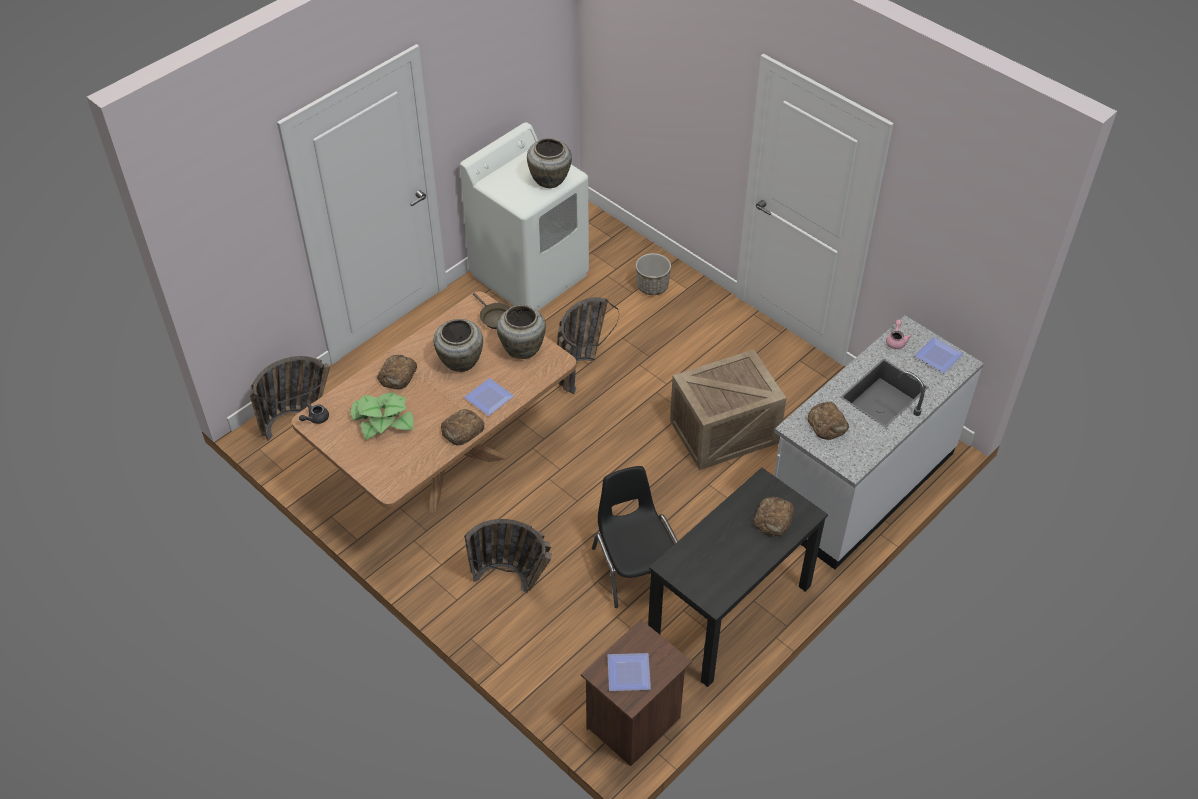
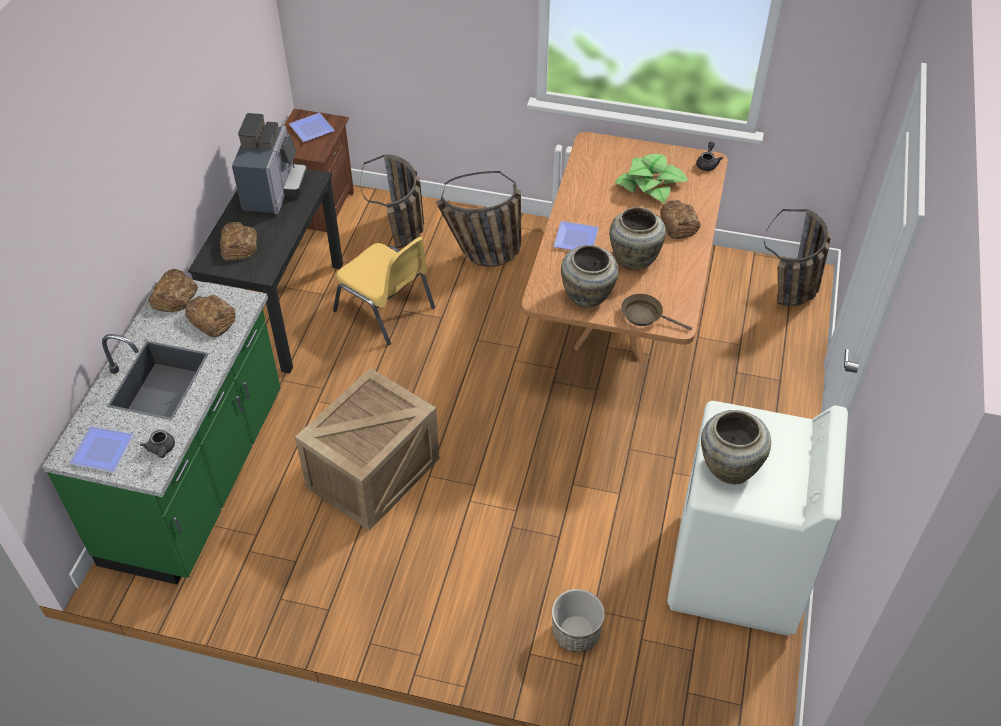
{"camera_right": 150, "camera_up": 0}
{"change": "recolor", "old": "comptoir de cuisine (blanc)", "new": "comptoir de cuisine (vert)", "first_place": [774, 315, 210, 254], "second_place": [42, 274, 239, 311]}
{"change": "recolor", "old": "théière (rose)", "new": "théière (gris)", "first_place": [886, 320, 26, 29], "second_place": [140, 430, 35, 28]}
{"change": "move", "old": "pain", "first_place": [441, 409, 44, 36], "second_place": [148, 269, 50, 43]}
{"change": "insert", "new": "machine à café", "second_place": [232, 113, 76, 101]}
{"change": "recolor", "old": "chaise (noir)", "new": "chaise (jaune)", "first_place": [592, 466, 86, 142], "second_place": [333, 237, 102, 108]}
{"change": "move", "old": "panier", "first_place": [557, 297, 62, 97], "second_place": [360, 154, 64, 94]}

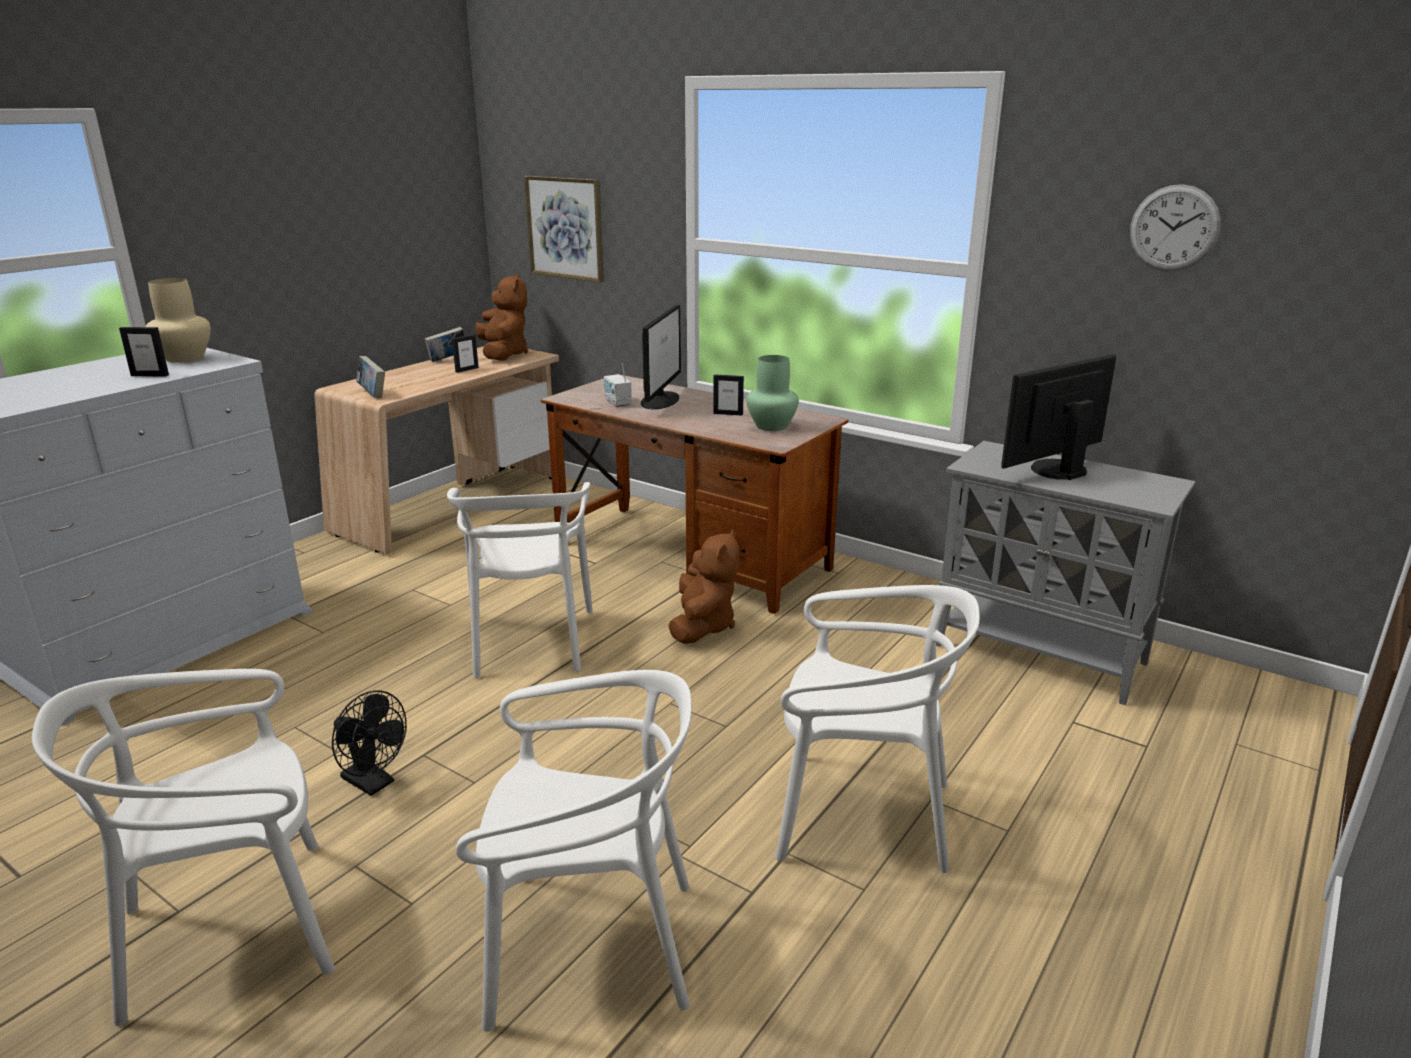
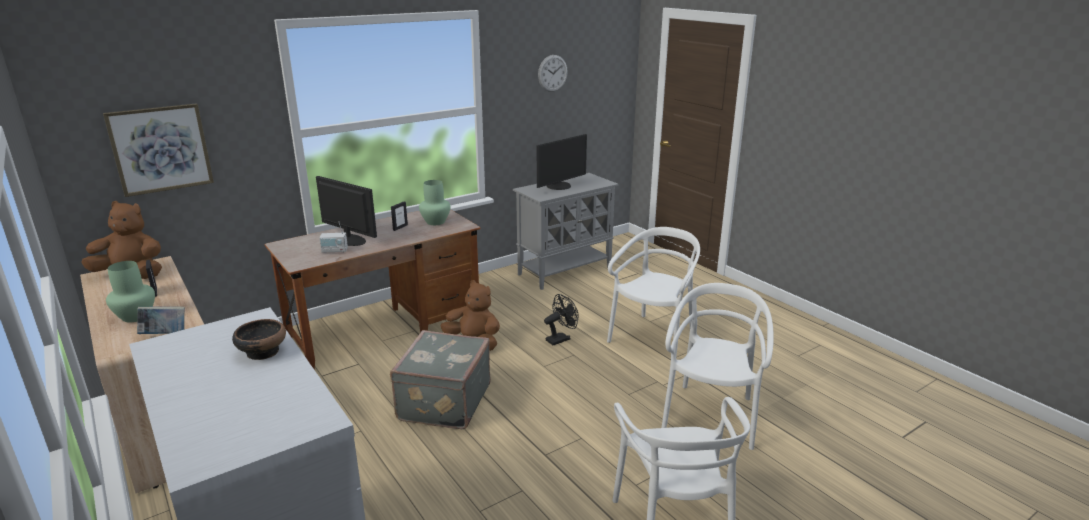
{"camera_right": -70, "camera_up": 0}
{"change": "insert", "new": "vase (vert)", "second_place": [106, 261, 49, 61]}
{"change": "replace", "old": "cadre photo", "new": "bol", "first_place": [119, 327, 50, 49], "second_place": [232, 319, 54, 41]}
{"change": "replace", "old": "chaise (blanc)", "new": "valise (gris)", "first_place": [447, 482, 146, 196], "second_place": [390, 330, 101, 99]}
{"change": "rotate", "old": "écran d'ordinateur", "first_place": [1001, 354, 115, 126], "second_place": [537, 134, 50, 56], "degrees": -120}
{"change": "move", "old": "ventilateur (noir)", "first_place": [332, 691, 75, 105], "second_place": [544, 294, 35, 51]}
{"change": "delete", "old": "vase (beige)", "first_place": [146, 278, 65, 85]}
{"change": "delete", "old": "livre", "first_place": [424, 327, 40, 35]}

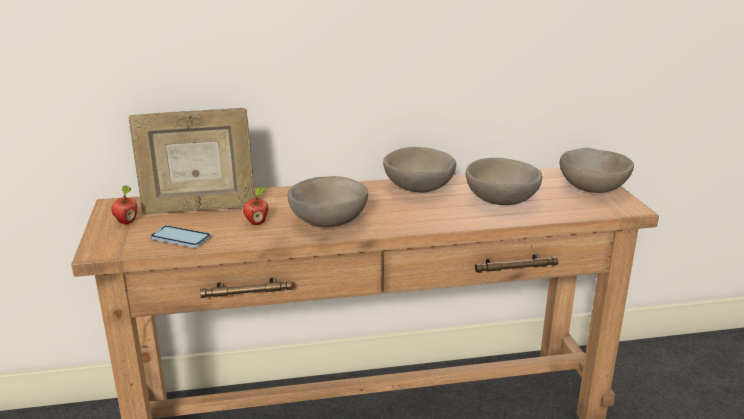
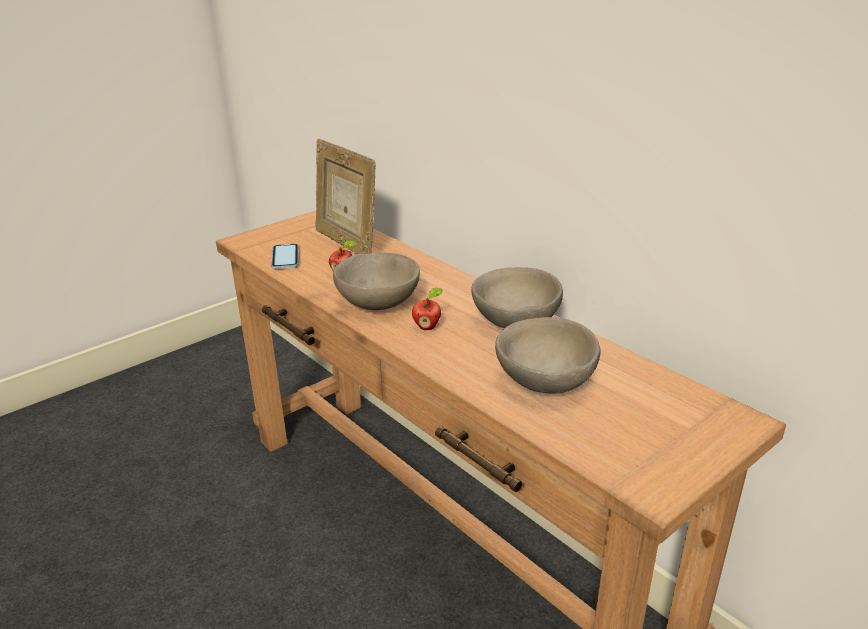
{"camera_right": 60, "camera_up": 5}
{"change": "move", "old": "pomme", "first_place": [112, 185, 25, 39], "second_place": [412, 288, 30, 42]}
{"change": "delete", "old": "bol (beige)", "first_place": [560, 148, 74, 45]}

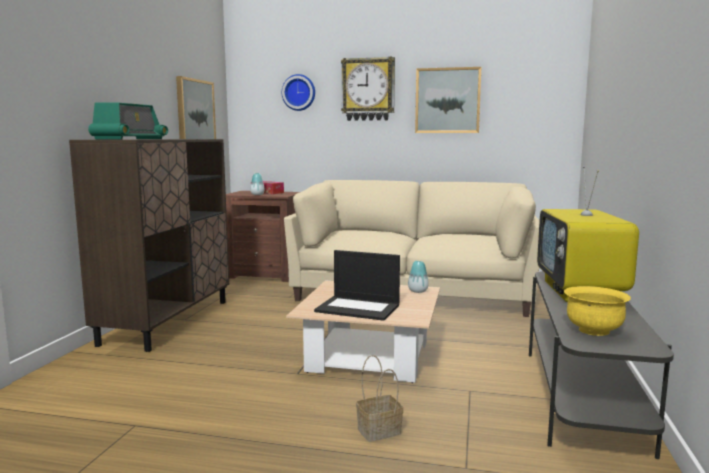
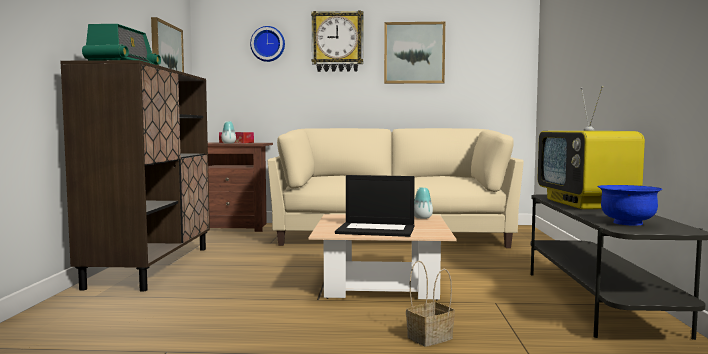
{"camera_right": -10, "camera_up": -5}
{"change": "recolor", "old": "bol (jaune)", "new": "bol (bleu)", "first_place": [564, 286, 67, 50], "second_place": [598, 185, 64, 40]}

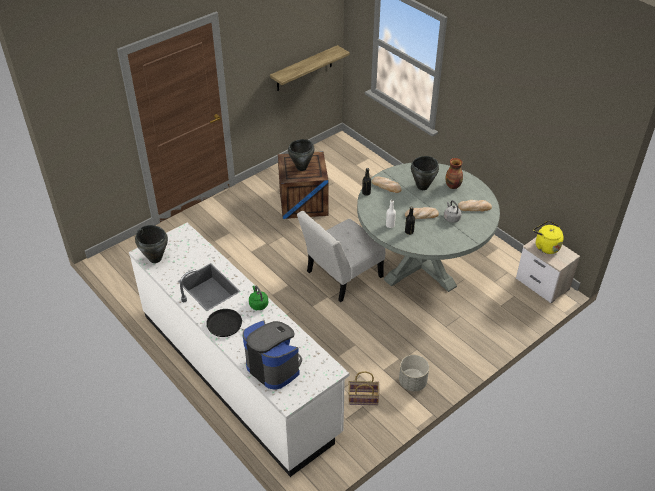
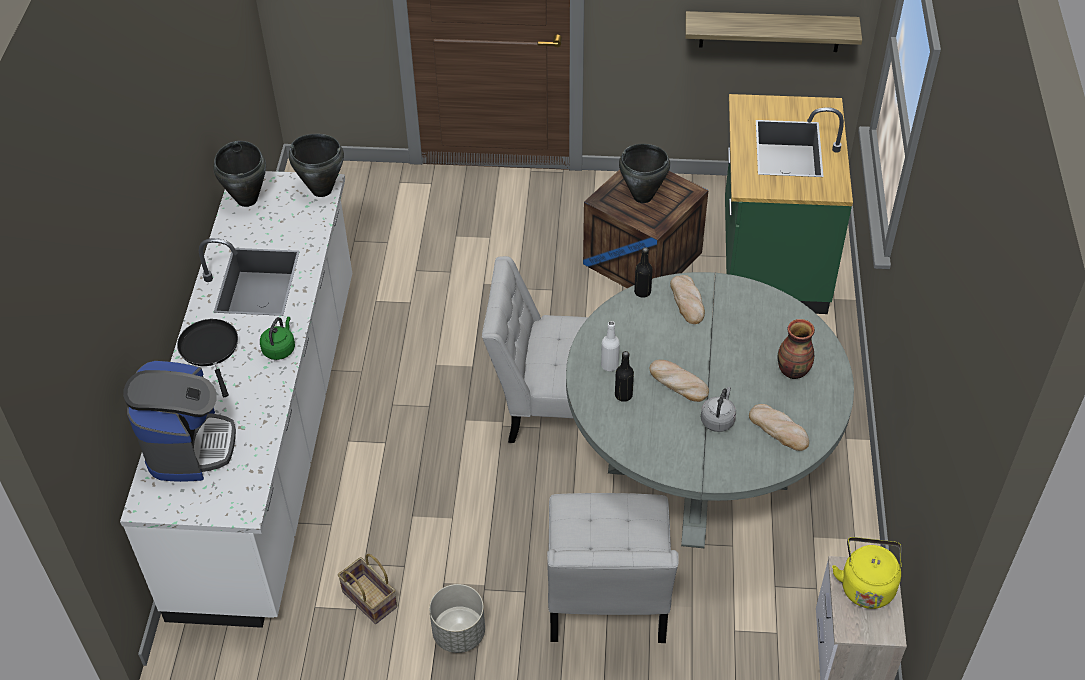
{"camera_right": 45, "camera_up": 5}
{"change": "move", "old": "marmite (noir)", "first_place": [411, 156, 28, 34], "second_place": [289, 134, 55, 63]}
{"change": "insert", "new": "chaise (blanc)", "second_place": [547, 493, 132, 150]}
{"change": "insert", "new": "comptoir de cuisine (vert)", "second_place": [725, 94, 128, 220]}

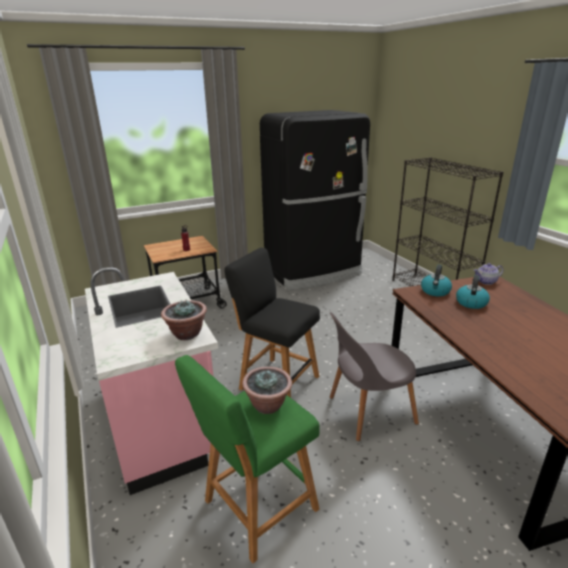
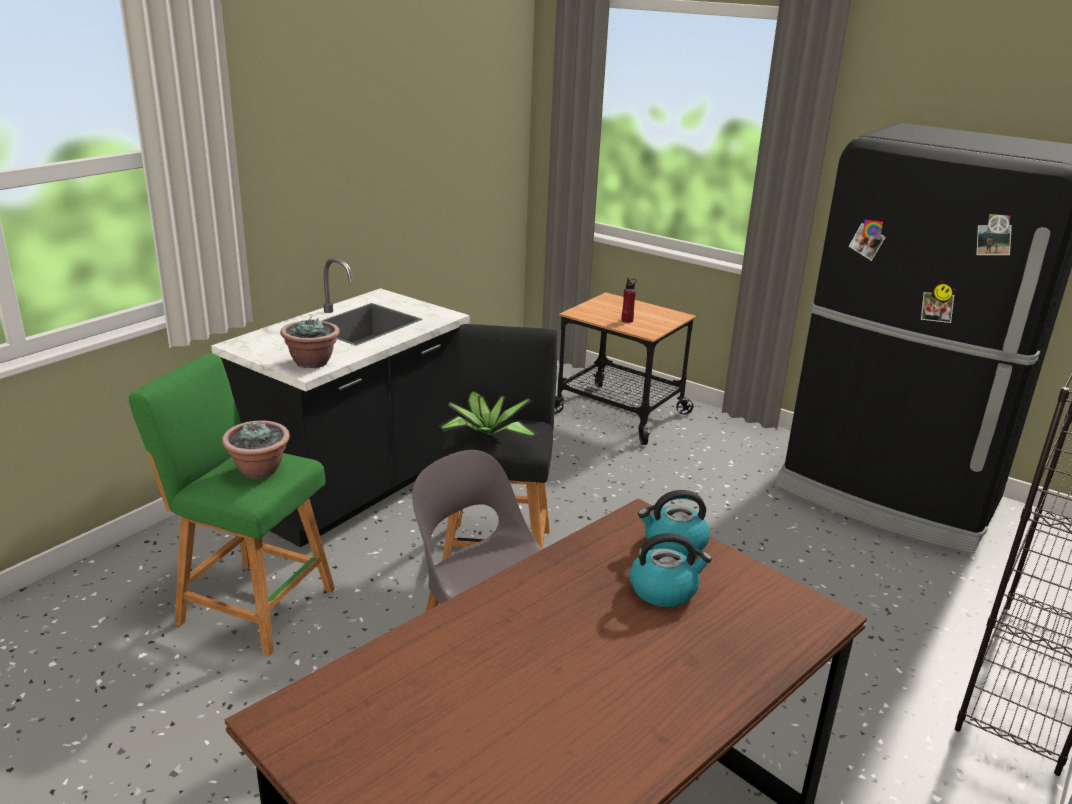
{"camera_right": 60, "camera_up": 0}
{"change": "recolor", "old": "comptoir de cuisine (rose)", "new": "comptoir de cuisine (noir)", "first_place": [85, 267, 133, 228], "second_place": [211, 258, 259, 289]}
{"change": "insert", "new": "plante en pot", "second_place": [438, 391, 102, 48]}
{"change": "delete", "old": "théière", "first_place": [474, 263, 29, 22]}

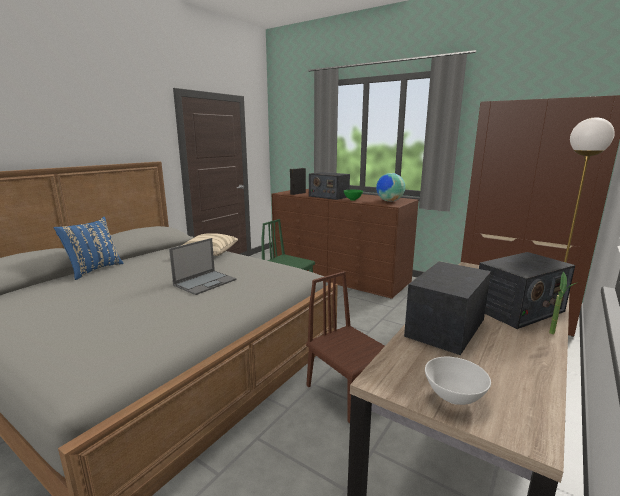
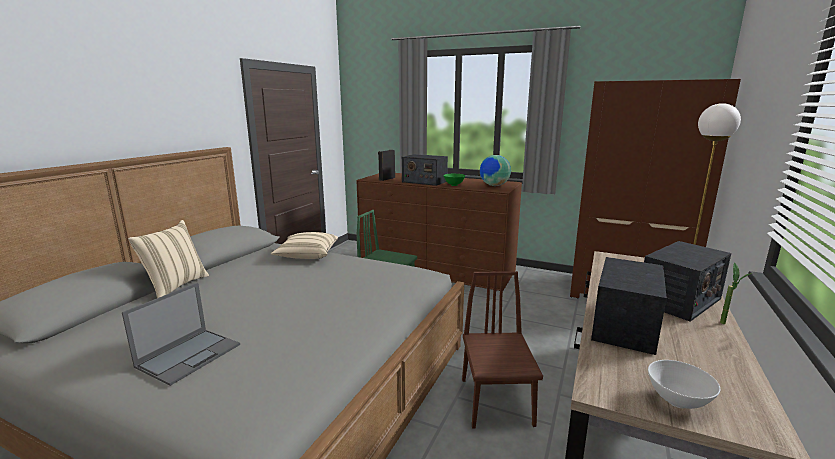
{"camera_right": -10, "camera_up": 0}
{"change": "move", "old": "ordinateur portable", "first_place": [169, 238, 68, 57], "second_place": [122, 283, 118, 103]}
{"change": "recolor", "old": "coussin (bleu)", "new": "coussin (beige)", "first_place": [54, 217, 70, 63], "second_place": [128, 220, 81, 78]}
{"change": "rotate", "old": "chaise (marron)", "first_place": [306, 271, 79, 152], "second_place": [462, 271, 81, 158], "degrees": 45}

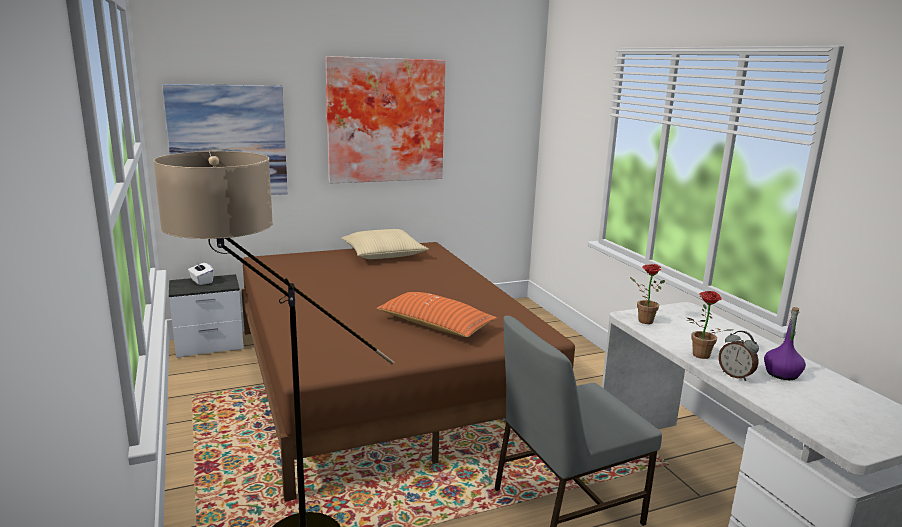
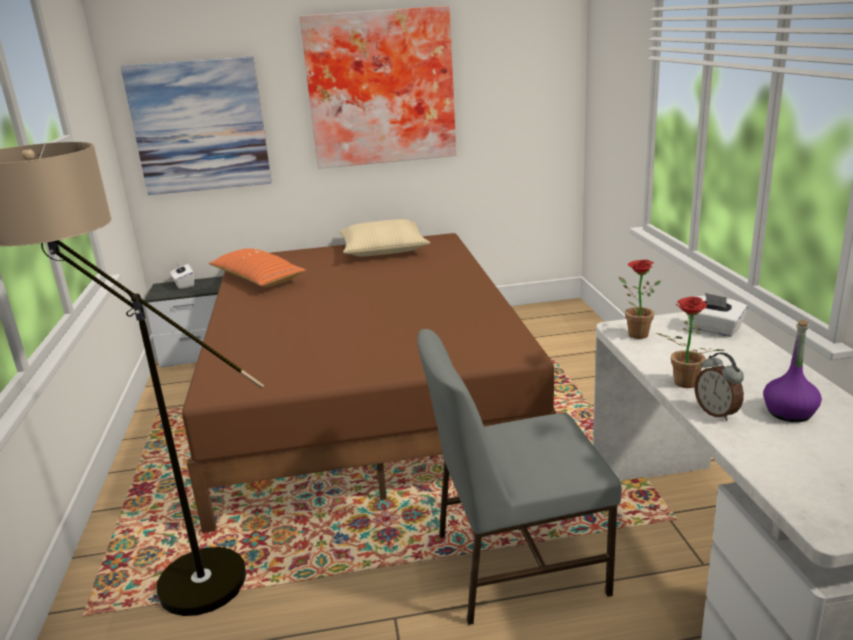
{"camera_right": 15, "camera_up": 5}
{"change": "move", "old": "coussin (orange)", "first_place": [377, 292, 121, 45], "second_place": [209, 248, 97, 39]}
{"change": "insert", "new": "boîte à mouchoirs (blanc)", "second_place": [687, 293, 61, 44]}

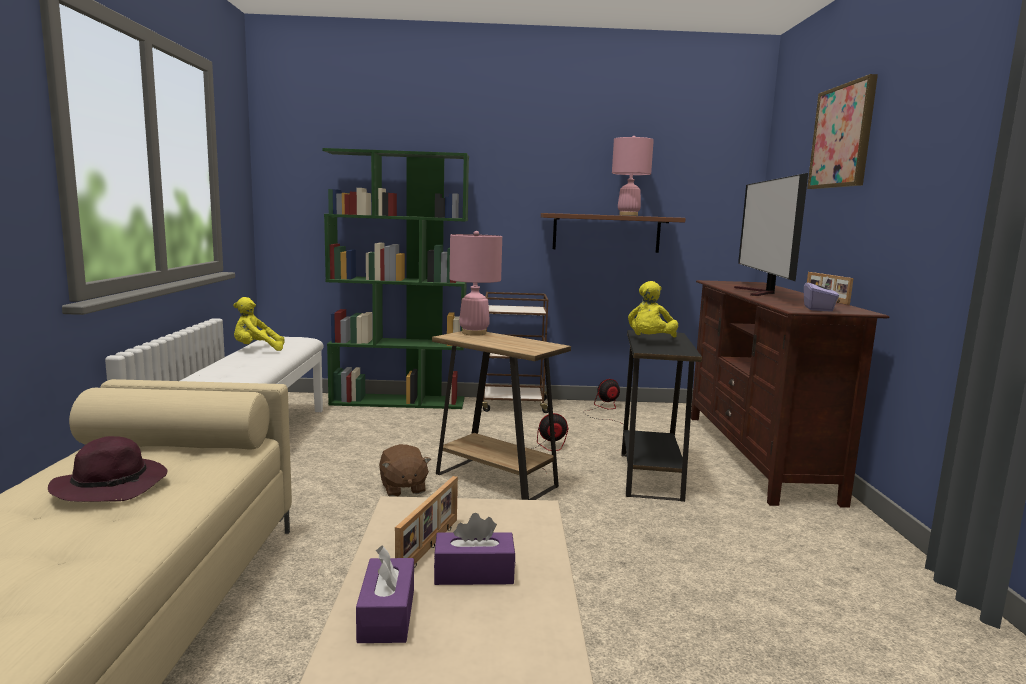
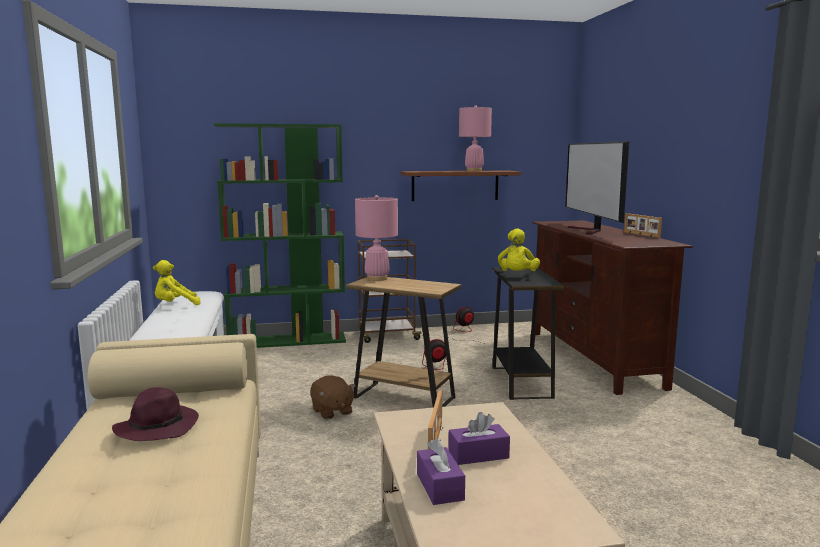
{"camera_right": -10, "camera_up": 0}
{"change": "delete", "old": "boîte à mouchoirs (violet)", "first_place": [804, 276, 35, 36]}
{"change": "delete", "old": "tableau", "first_place": [807, 74, 71, 115]}

